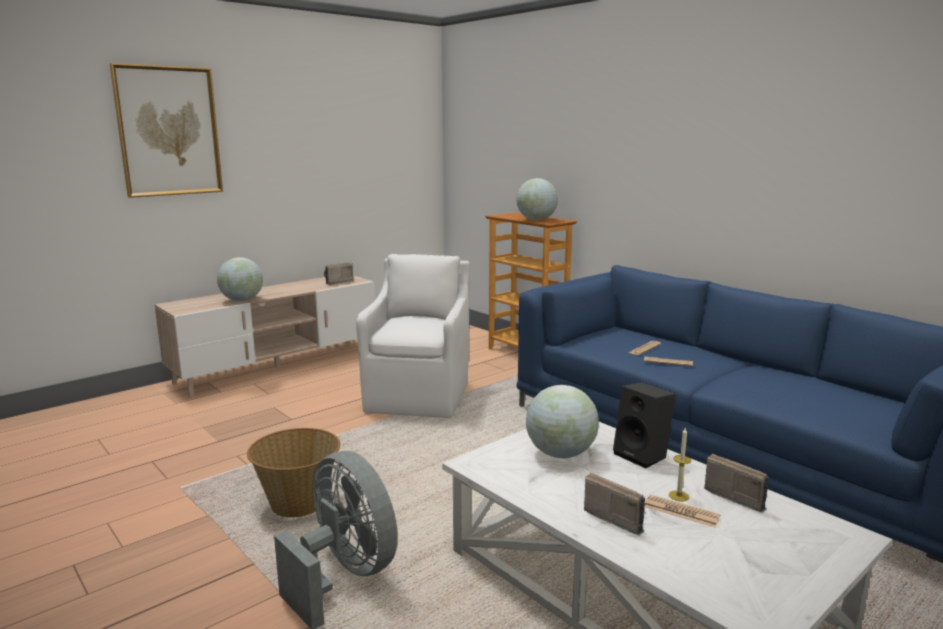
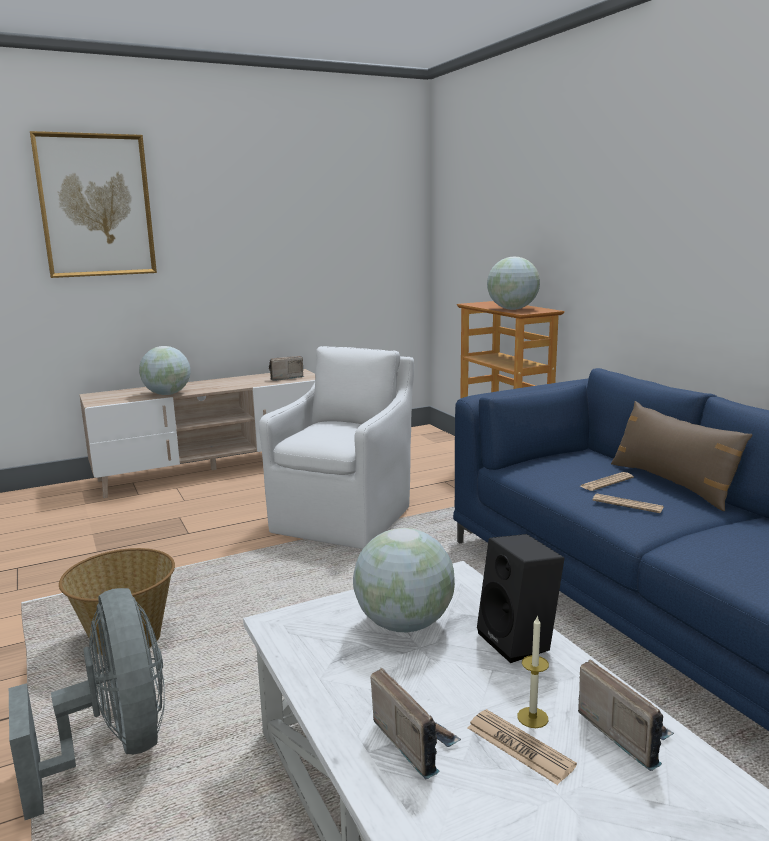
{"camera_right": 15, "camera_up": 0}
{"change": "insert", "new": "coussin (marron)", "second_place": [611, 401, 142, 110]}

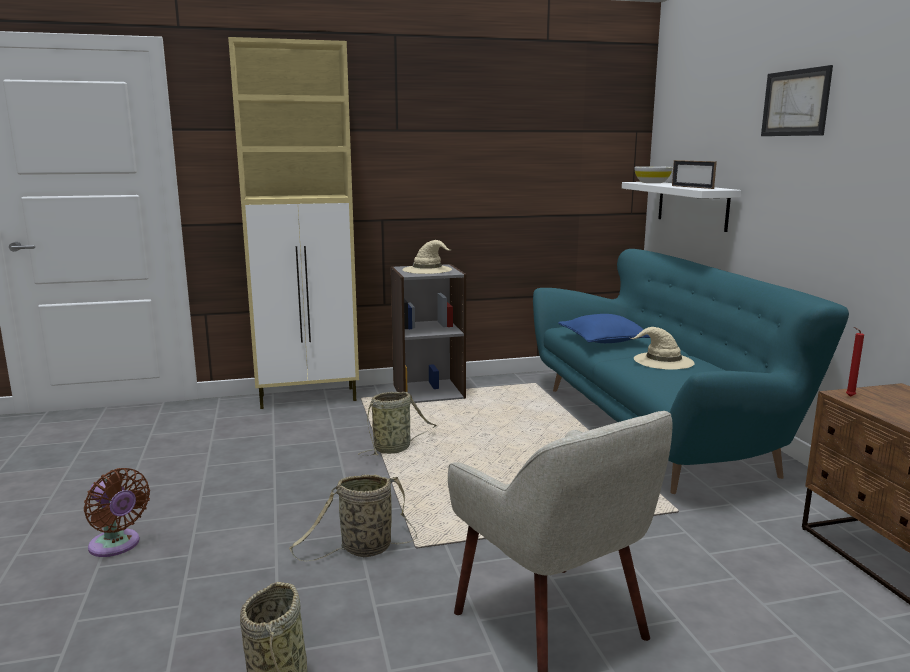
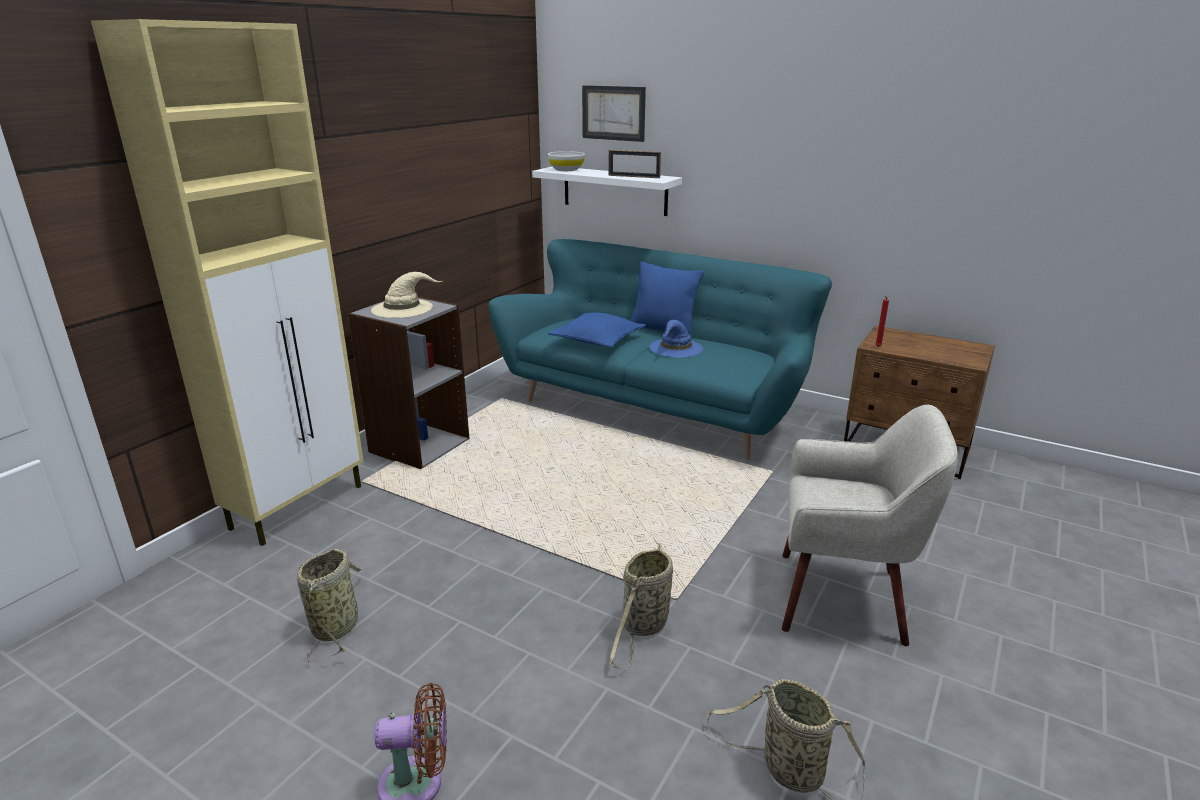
{"camera_right": -45, "camera_up": 10}
{"change": "move", "old": "panier", "first_place": [358, 392, 79, 64], "second_place": [297, 549, 67, 113]}
{"change": "move", "old": "tableau", "first_place": [761, 65, 72, 71], "second_place": [582, 85, 64, 57]}
{"change": "insert", "new": "coussin (bleu)", "second_place": [630, 261, 74, 78]}
{"change": "recolor", "old": "chapeau (beige)", "new": "chapeau (bleu)", "first_place": [630, 327, 65, 43], "second_place": [649, 320, 54, 38]}

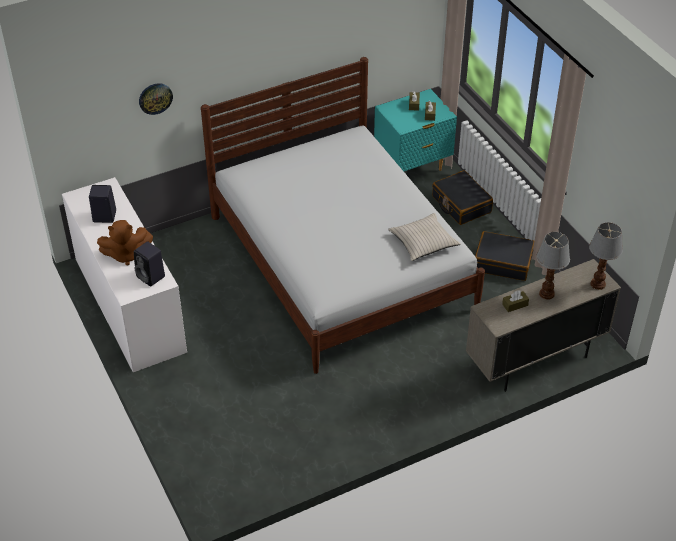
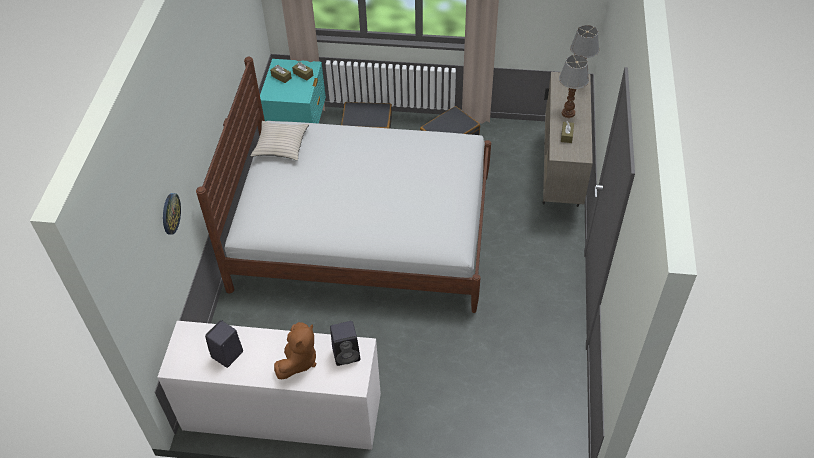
{"camera_right": -55, "camera_up": 5}
{"change": "move", "old": "coussin (beige)", "first_place": [388, 213, 73, 48], "second_place": [250, 121, 59, 39]}

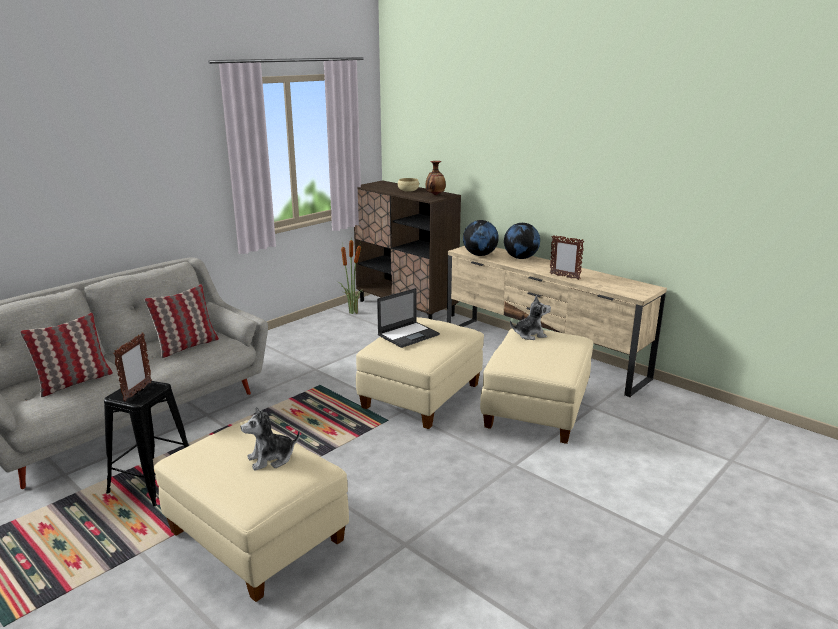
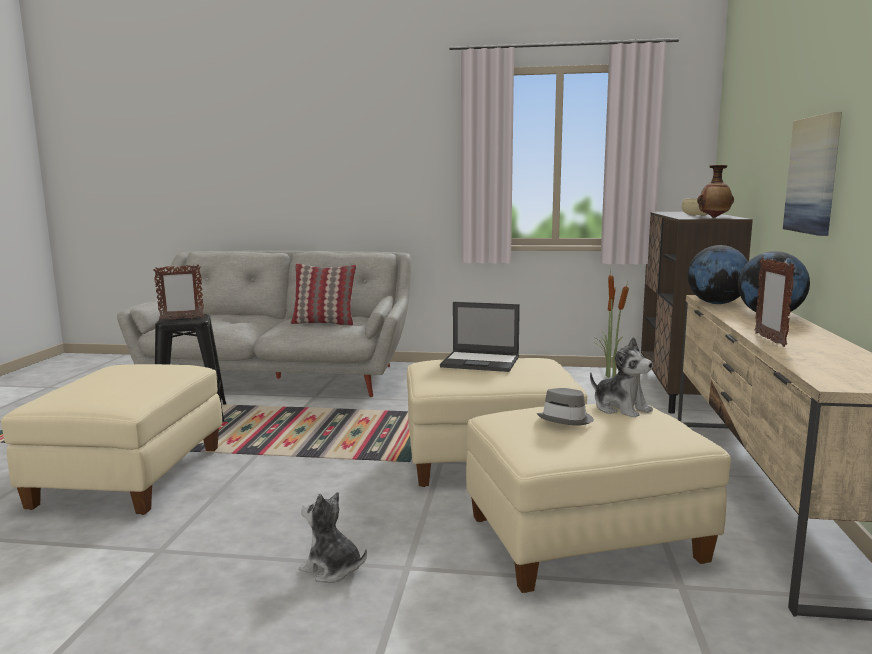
{"camera_right": 55, "camera_up": -10}
{"change": "move", "old": "peluche", "first_place": [240, 407, 60, 64], "second_place": [299, 492, 68, 91]}
{"change": "insert", "new": "chapeau (gris)", "second_place": [536, 388, 58, 38]}
{"change": "insert", "new": "tableau", "second_place": [783, 112, 59, 124]}
{"change": "delete", "old": "coussin", "first_place": [20, 313, 93, 84]}

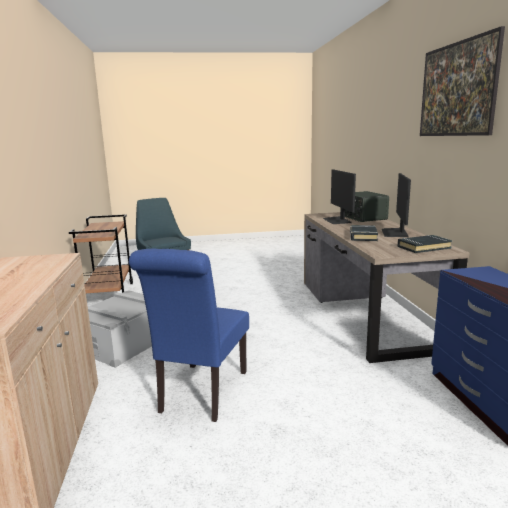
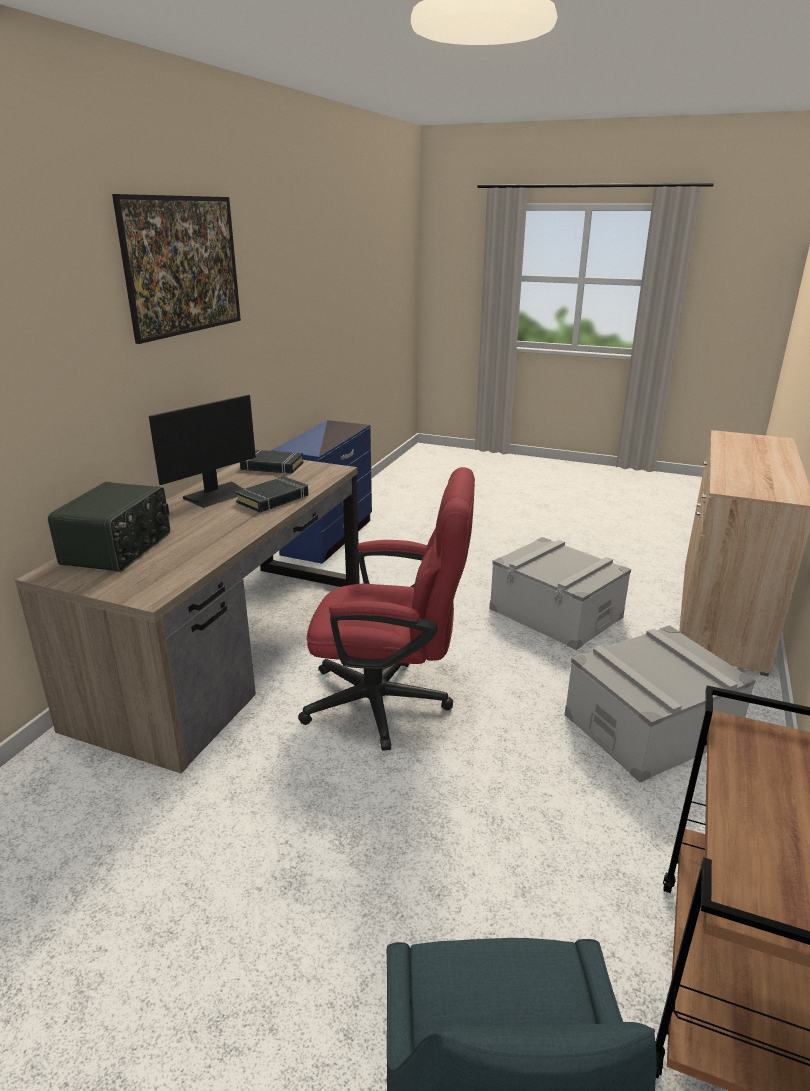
{"camera_right": -150, "camera_up": 10}
{"change": "insert", "new": "chaise de bureau (rouge)", "second_place": [298, 467, 177, 284]}
{"change": "replace", "old": "chaise (bleu)", "new": "boîte de rangement (gris)", "first_place": [129, 249, 120, 173], "second_place": [489, 537, 142, 113]}
{"change": "delete", "old": "écran d'ordinateur", "first_place": [323, 169, 33, 55]}

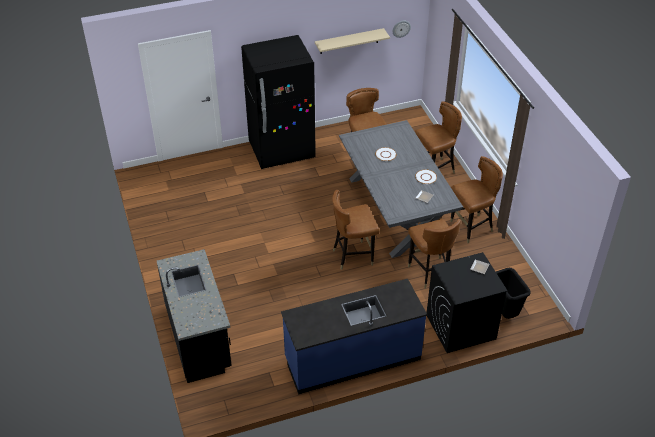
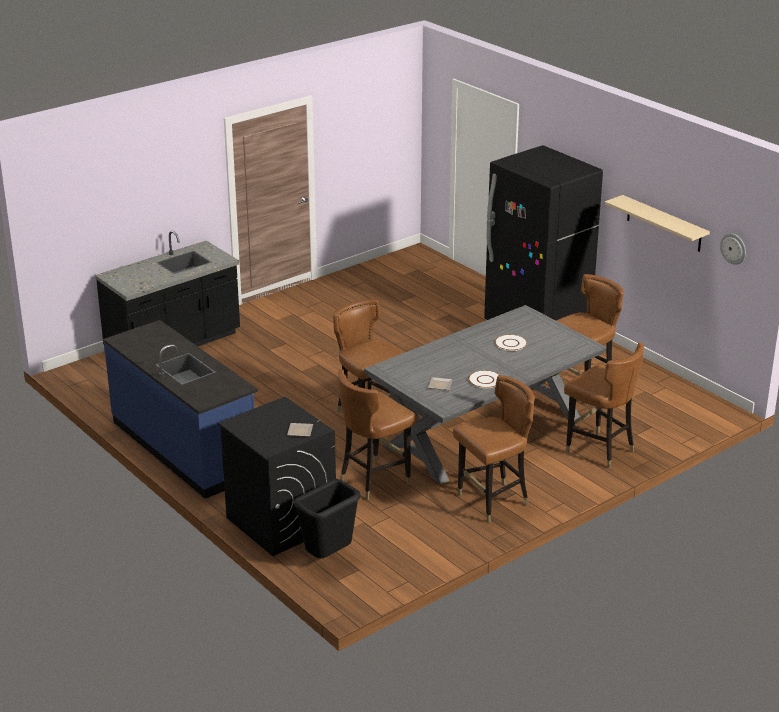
{"camera_right": 70, "camera_up": -15}
{"change": "rotate", "old": "chaise (marron)", "first_place": [450, 156, 53, 87], "second_place": [453, 375, 81, 148], "degrees": -75}

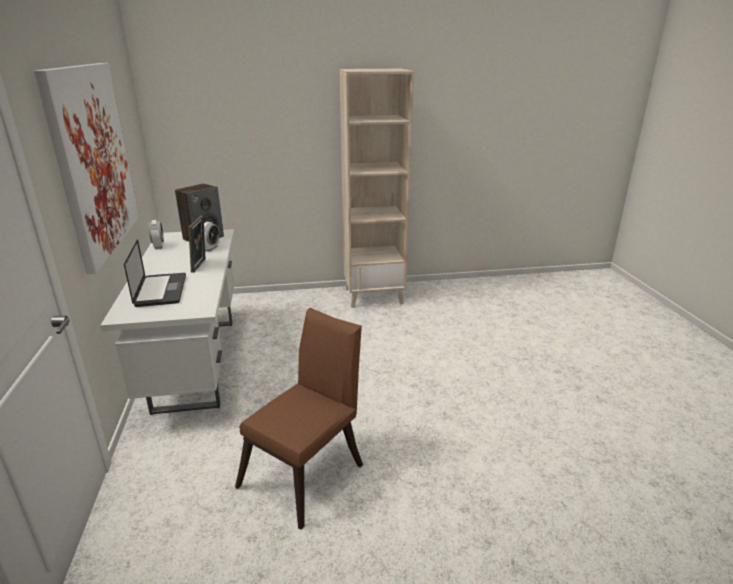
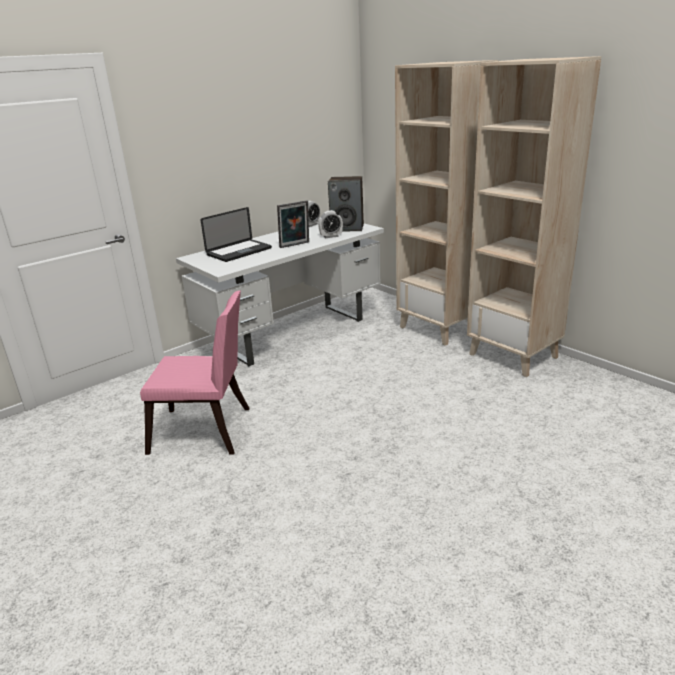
{"camera_right": 60, "camera_up": 0}
{"change": "recolor", "old": "chaise (marron)", "new": "chaise (rose)", "first_place": [235, 308, 128, 222], "second_place": [140, 290, 110, 165]}
{"change": "insert", "new": "bibliothèque (beige)", "second_place": [395, 60, 103, 286]}
{"change": "delete", "old": "tableau", "first_place": [34, 63, 105, 211]}

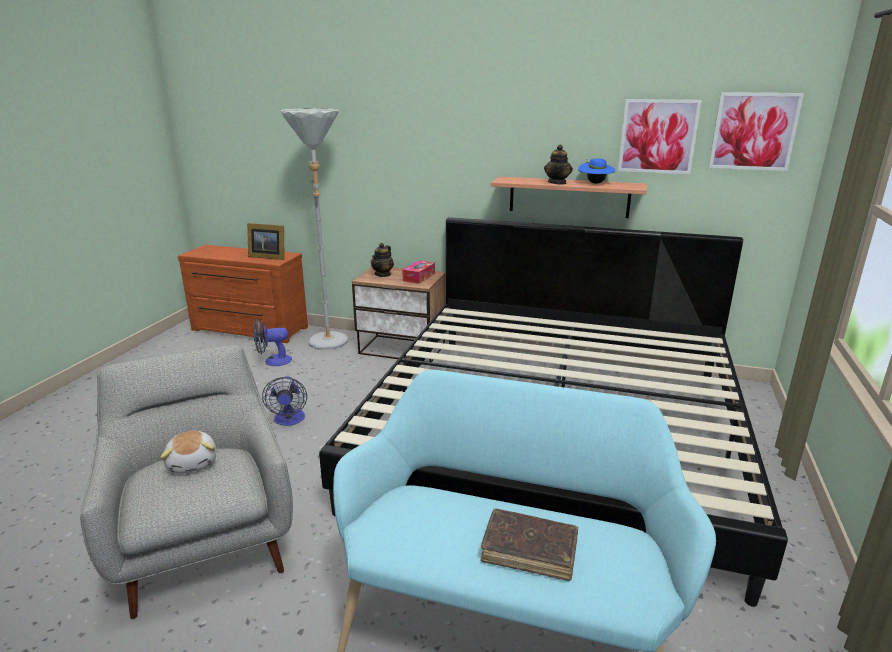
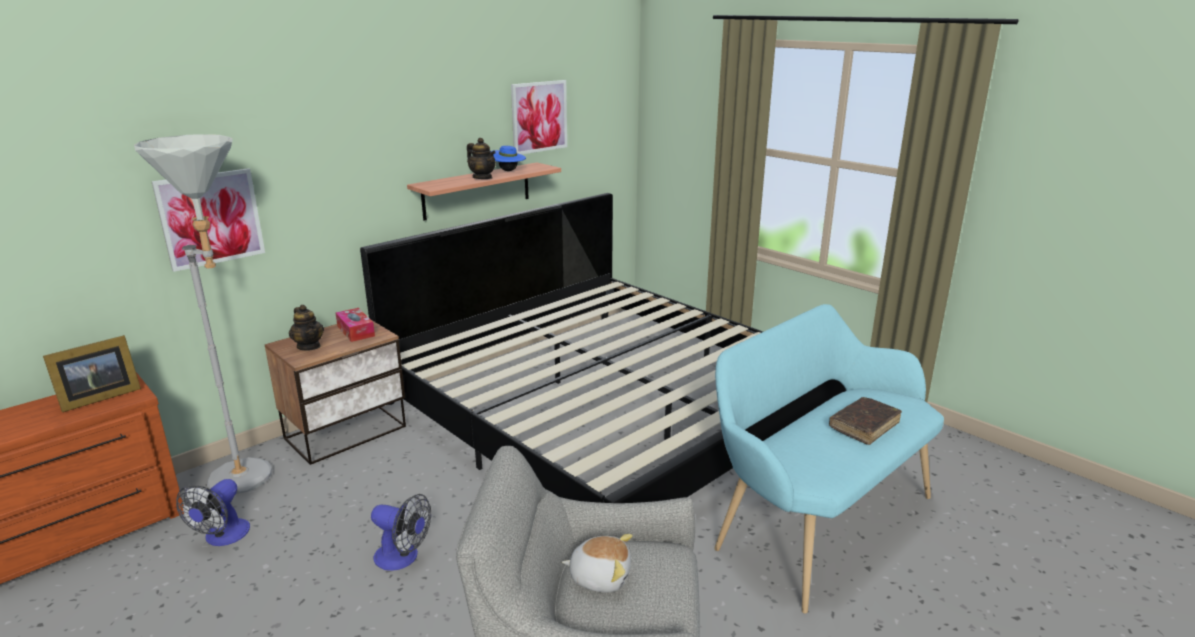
{"camera_right": -60, "camera_up": 0}
{"change": "move", "old": "tableau", "first_place": [709, 92, 95, 79], "second_place": [151, 168, 114, 104]}

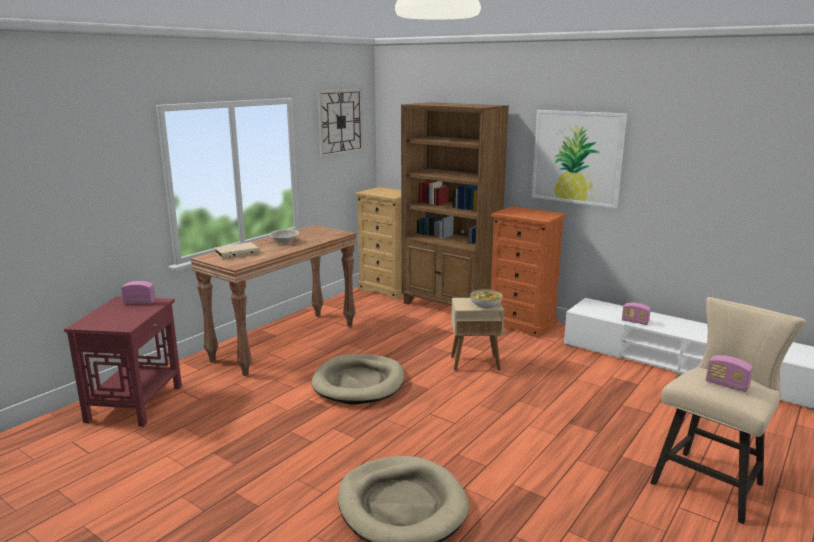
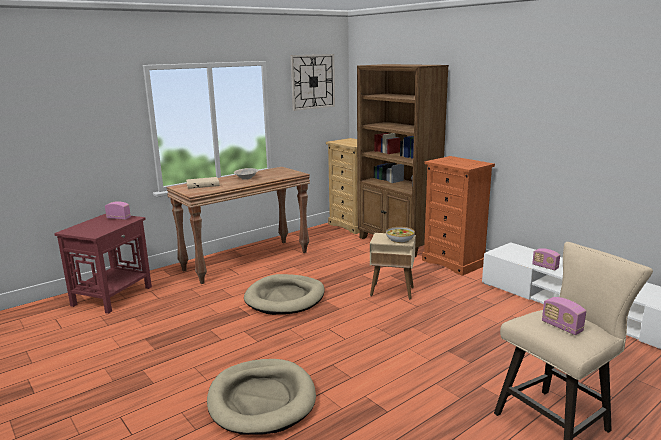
{"camera_right": 15, "camera_up": 0}
{"change": "delete", "old": "tableau", "first_place": [532, 110, 95, 98]}

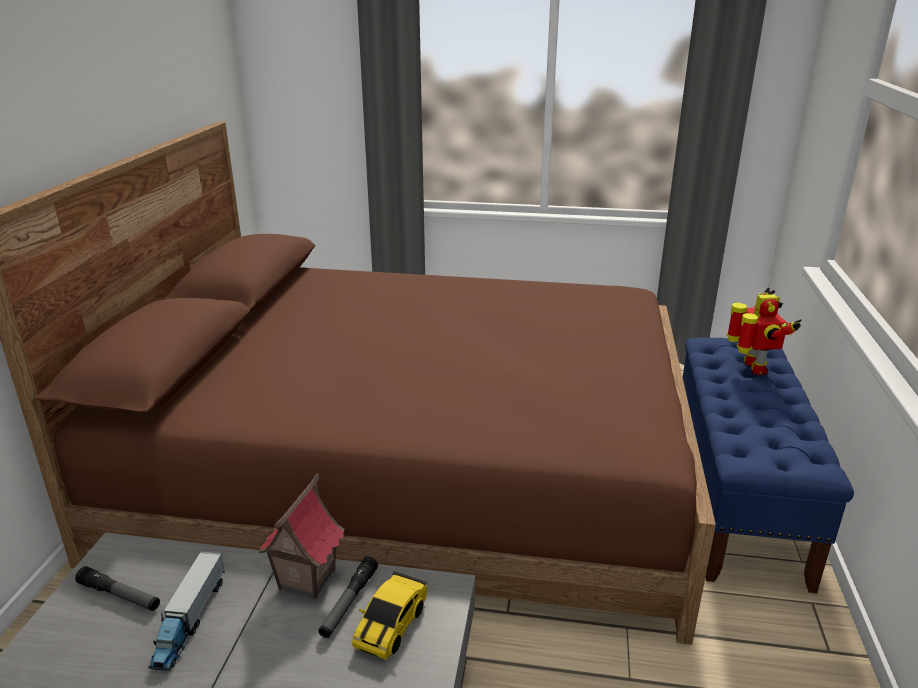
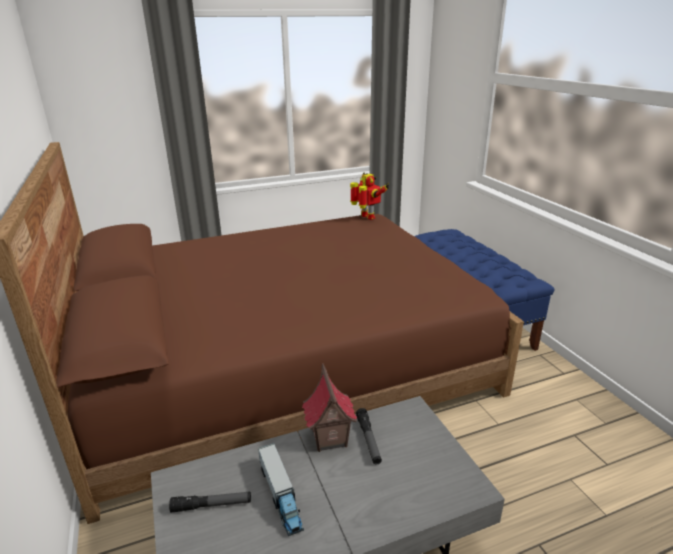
{"camera_right": -30, "camera_up": 0}
{"change": "move", "old": "robot jouet", "first_place": [727, 288, 75, 87], "second_place": [350, 173, 39, 47]}
{"change": "delete", "old": "petite voiture", "first_place": [352, 571, 75, 89]}

